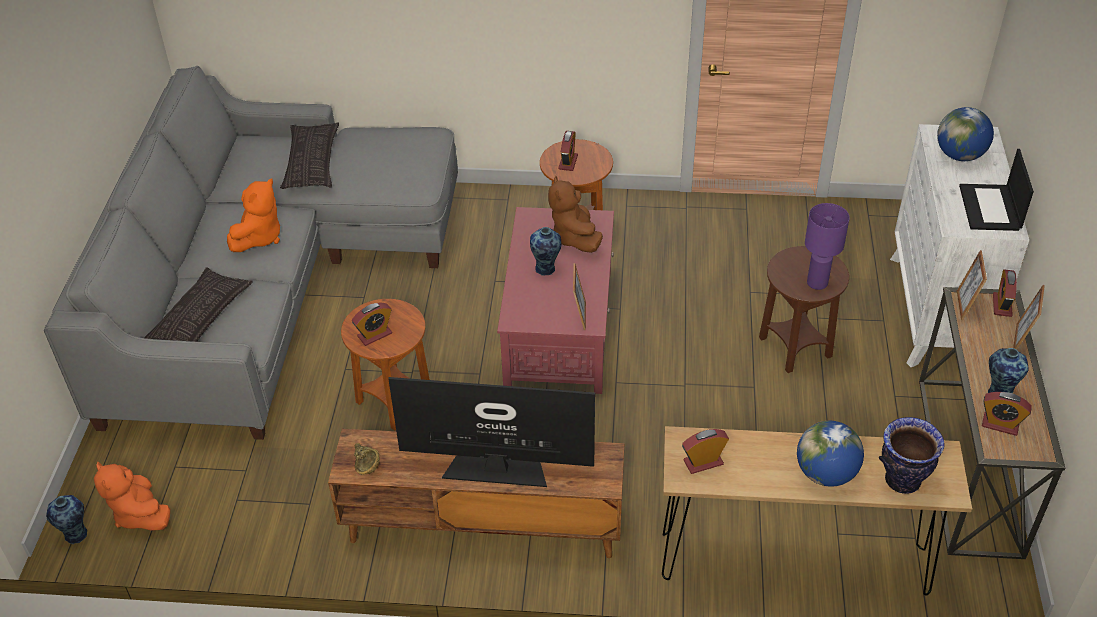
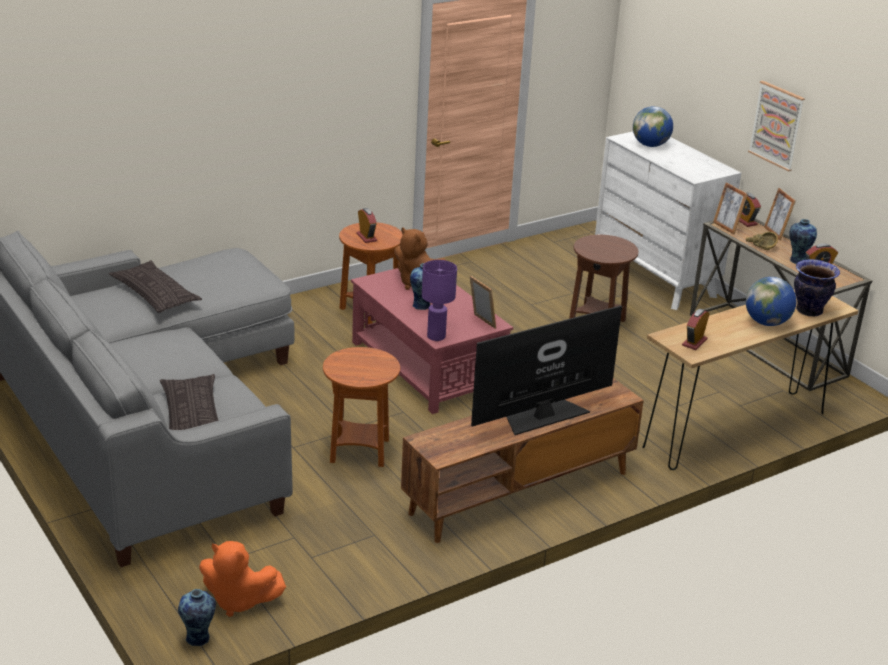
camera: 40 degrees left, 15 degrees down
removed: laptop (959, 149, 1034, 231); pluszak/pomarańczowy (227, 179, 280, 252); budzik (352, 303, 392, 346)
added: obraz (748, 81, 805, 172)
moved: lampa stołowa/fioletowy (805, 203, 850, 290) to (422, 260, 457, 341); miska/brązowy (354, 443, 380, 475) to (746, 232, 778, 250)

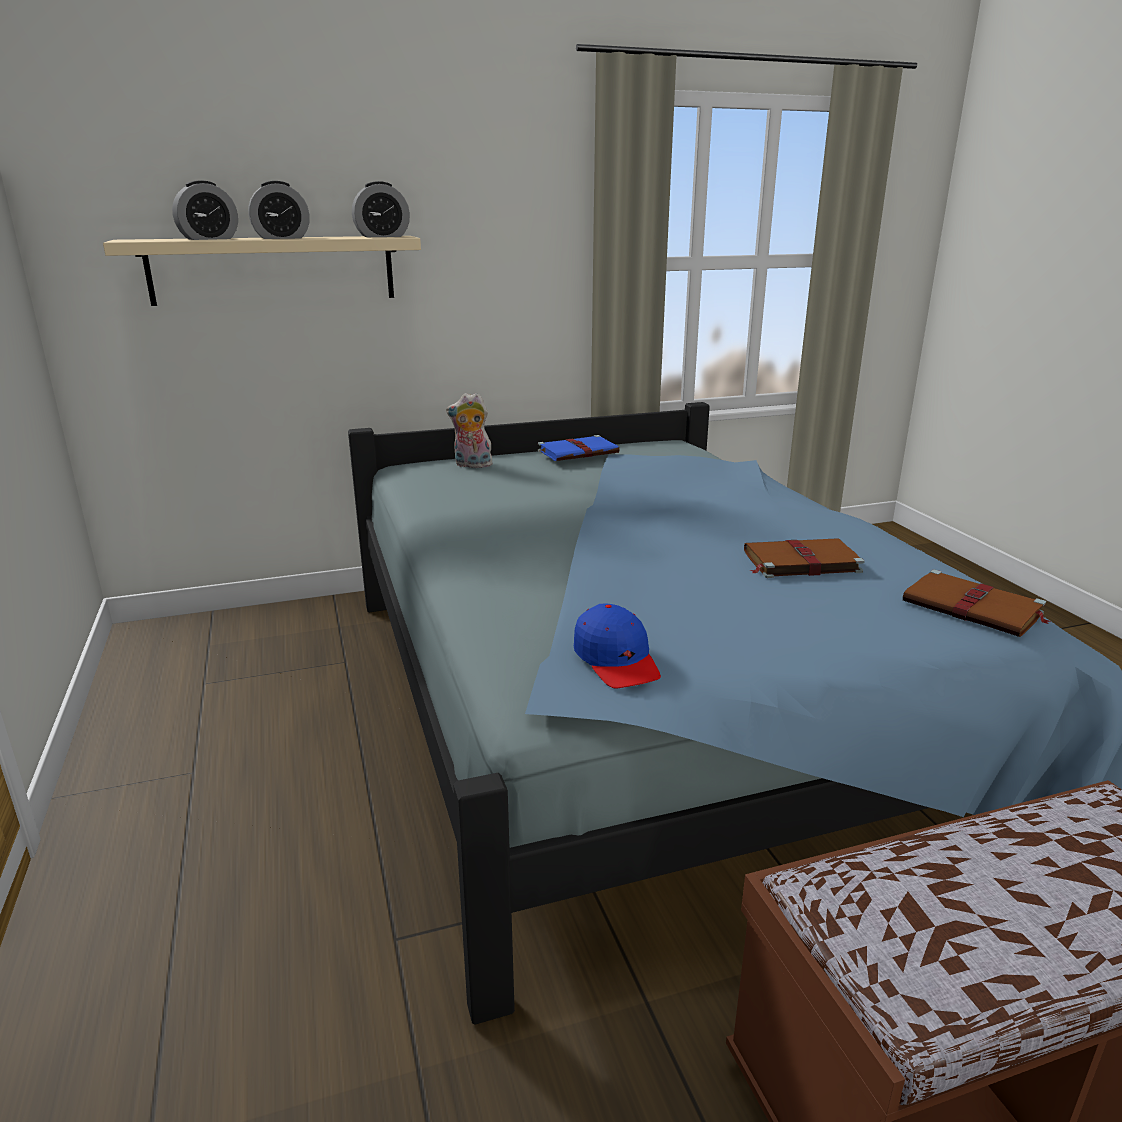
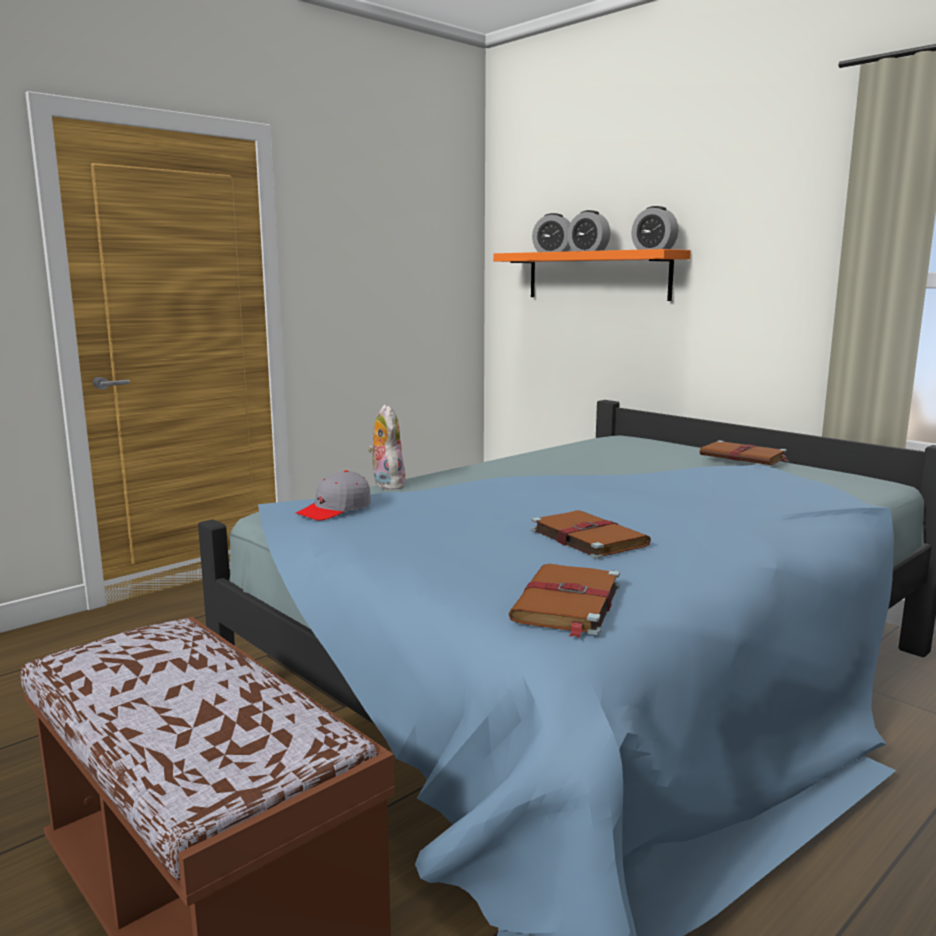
camera: 65 degrees right, 10 degrees down
moved: pluszak (446, 393, 493, 468) to (368, 405, 405, 490)
recoloured: półka/beżowy (103, 236, 421, 306) to półka/pomarańczowy (493, 249, 691, 301); książka/niebieski (538, 435, 619, 461) to książka/brązowy (700, 440, 788, 465); czapka z daszkiem/niebieski (574, 604, 661, 688) to czapka z daszkiem/szary (296, 470, 371, 521)

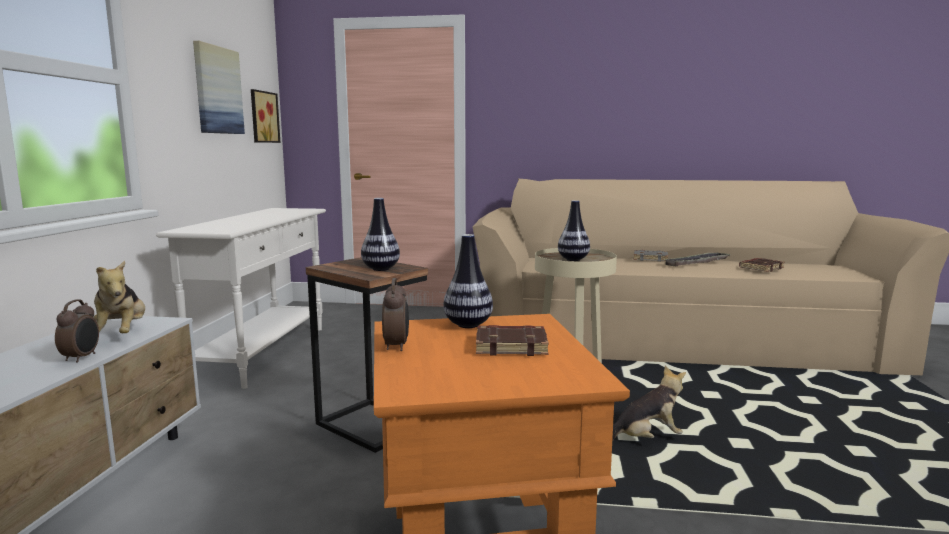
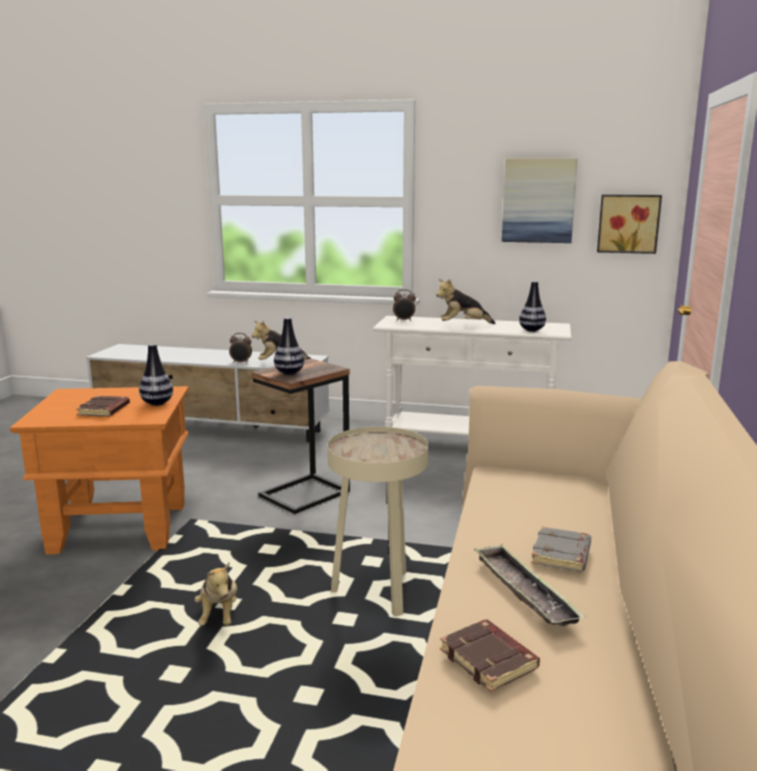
camera: 95 degrees right, 5 degrees up
added: pluszak (436, 279, 495, 324)
moved: wazon (558, 200, 590, 261) to (519, 281, 546, 332); budzik (382, 278, 409, 351) to (393, 289, 416, 321)

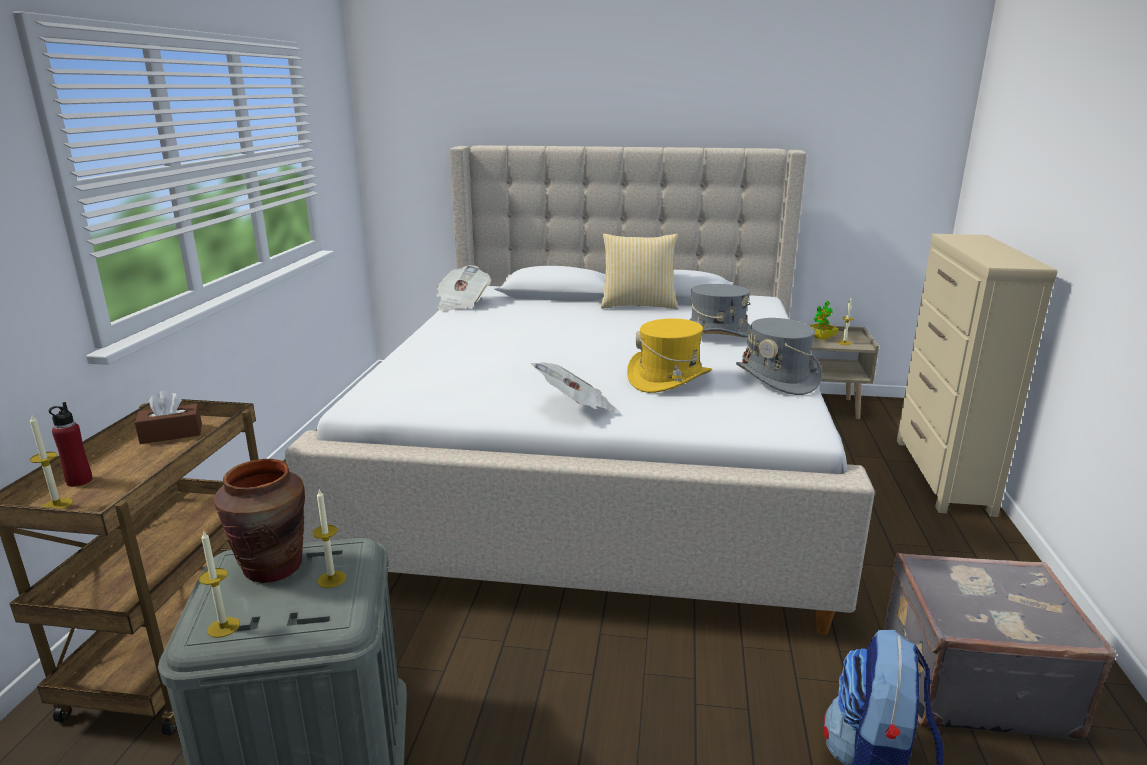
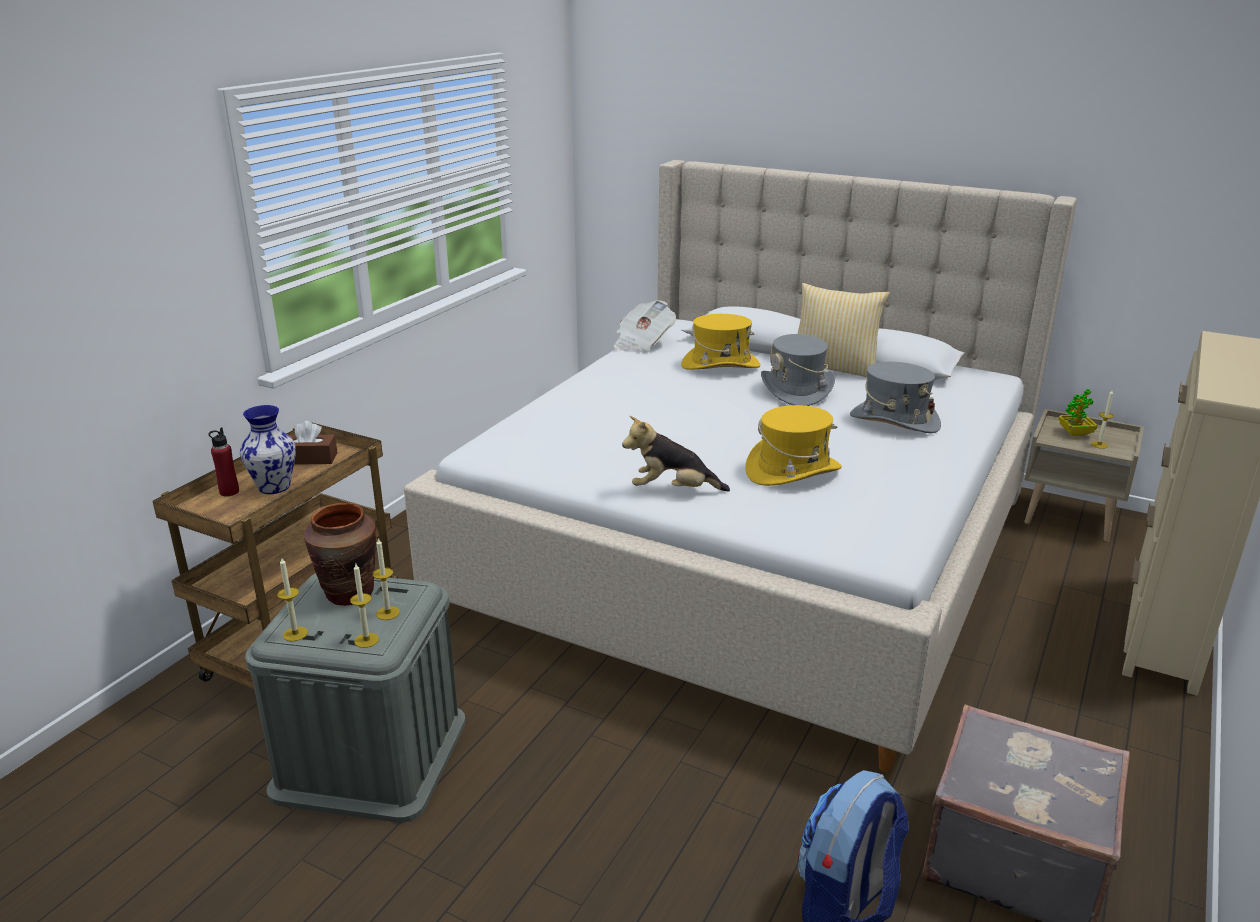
camera: 20 degrees right, 5 degrees up
added: kapelusz/żółty (681, 314, 761, 370); wazon (240, 405, 296, 494)
moved: kapelusz/szary (736, 318, 822, 395) to (761, 334, 835, 406); świeca (30, 414, 73, 509) to (350, 564, 379, 648)
replaced: gazeta (531, 362, 620, 412) to pluszak (622, 416, 730, 491)

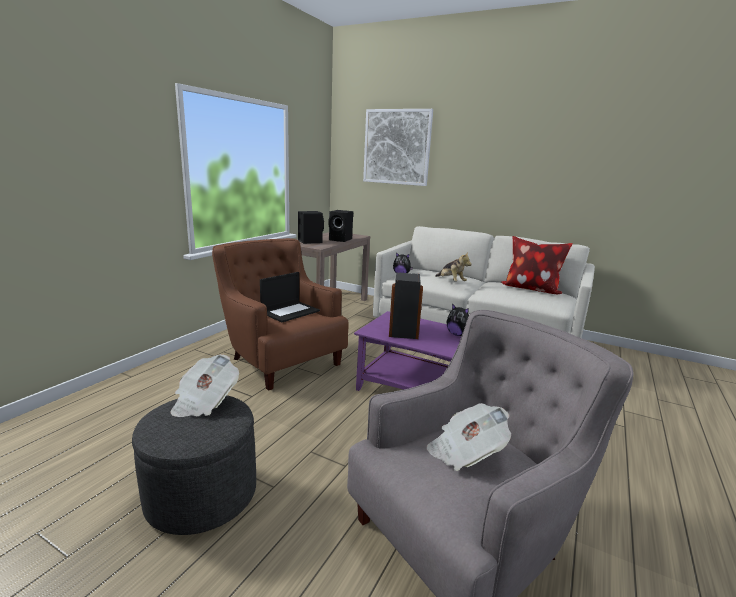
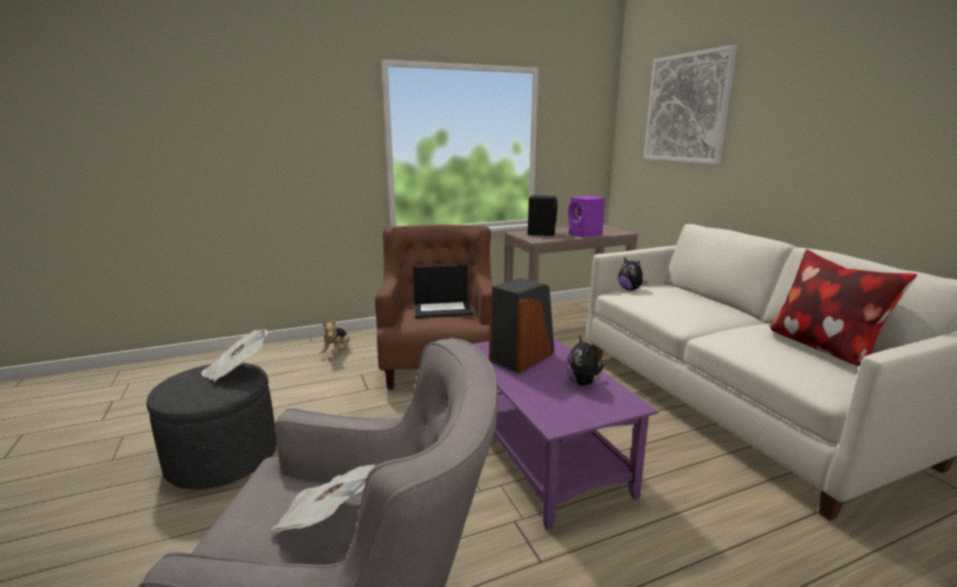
camera: 40 degrees right, 0 degrees up
moved: pluszak (435, 252, 472, 281) to (321, 320, 350, 355)
recoloured: głośnik/czarny (329, 210, 353, 242) to głośnik/fioletowy (568, 196, 605, 238)

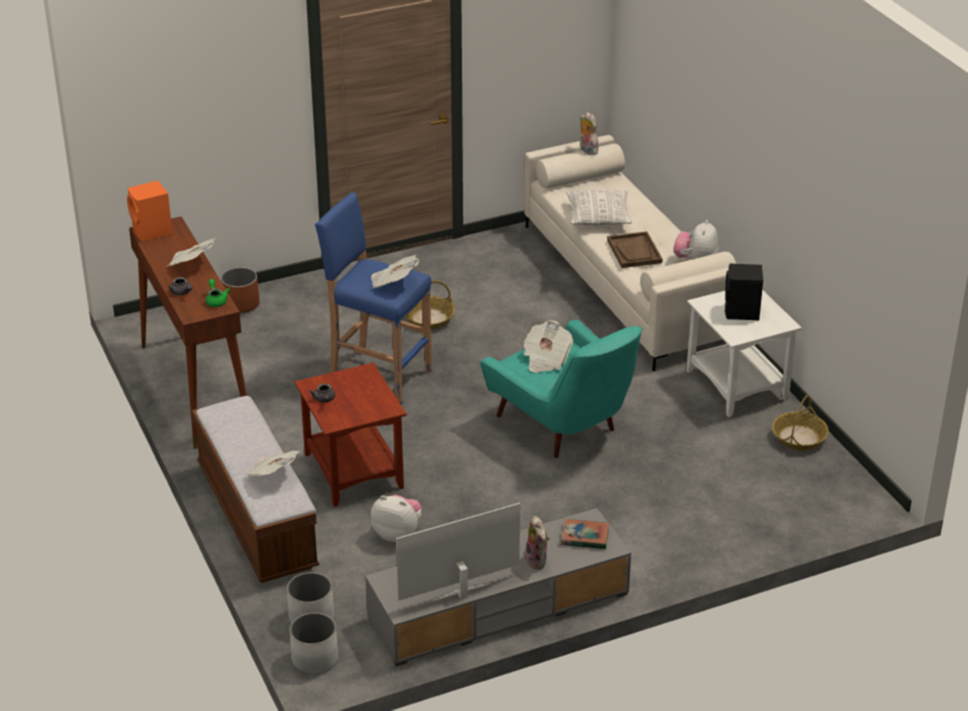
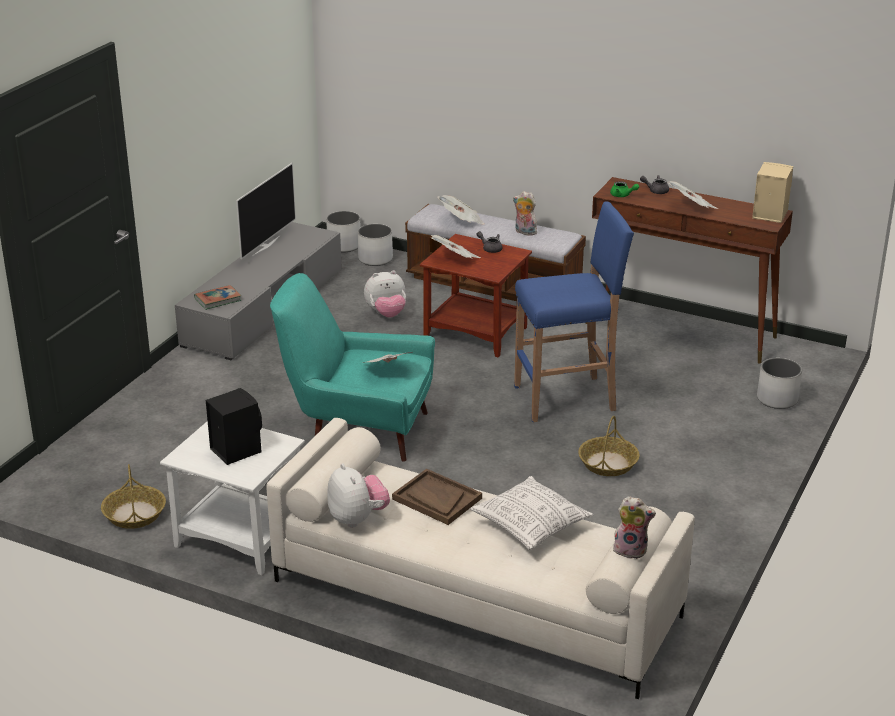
camera: 140 degrees right, 5 degrees down
moved: gazeta (371, 255, 419, 288) to (431, 235, 481, 259); pluszak (525, 516, 550, 569) to (513, 191, 537, 236)
recoloured: głośnik/pomarańczowy (127, 181, 173, 242) to głośnik/beżowy (752, 162, 793, 223); donica/brązowy (221, 267, 259, 314) to donica/biały (757, 358, 802, 409)

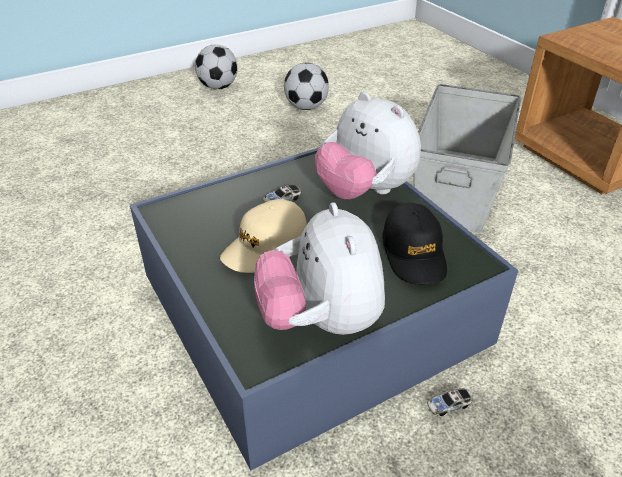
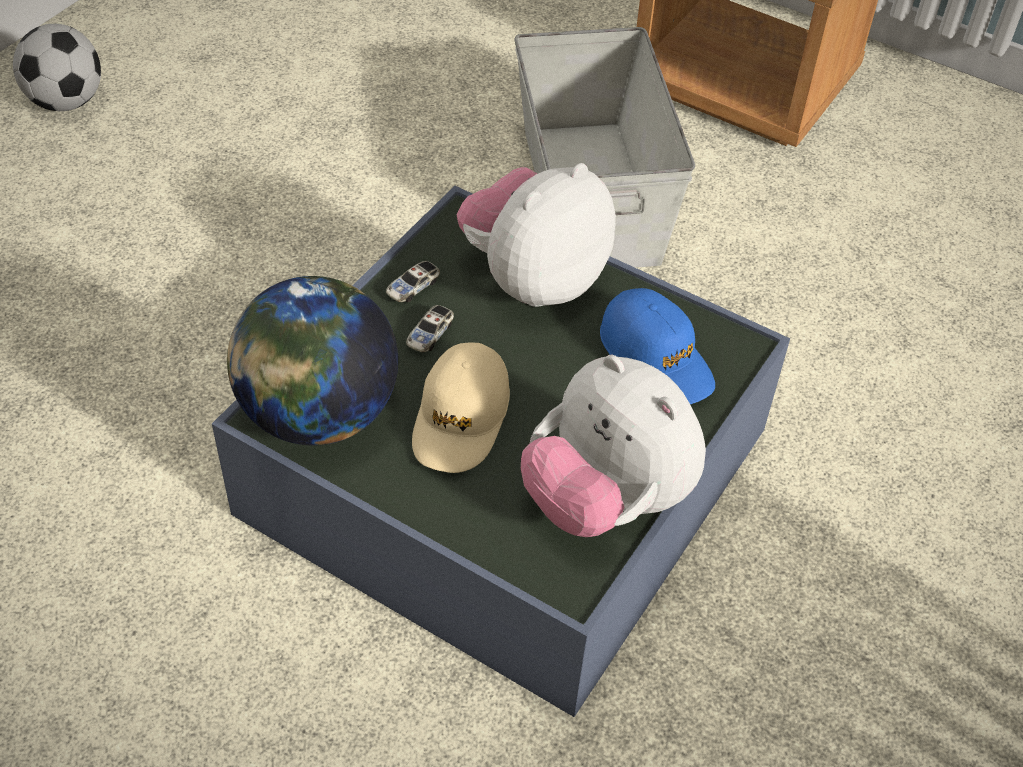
camera: 30 degrees left, 10 degrees up
removed: piłka futbolowa (284, 63, 329, 110)
added: globus (227, 276, 398, 446)
moved: samochodzik (427, 388, 473, 416) to (386, 261, 440, 302)
recoloured: czapka z daszkiem/czarny (382, 202, 447, 284) to czapka z daszkiem/niebieski (600, 288, 715, 404)
turned: pluszak (315, 92, 421, 199) = (456, 163, 616, 307) 120 degrees clockwise

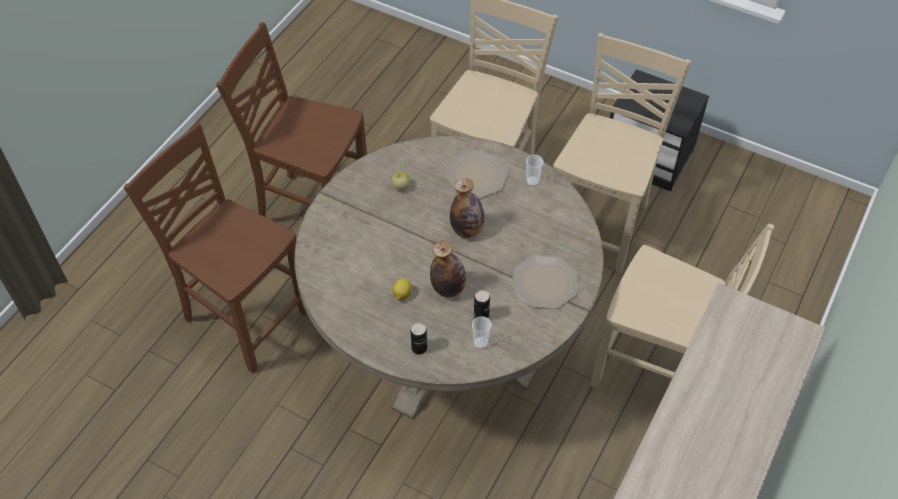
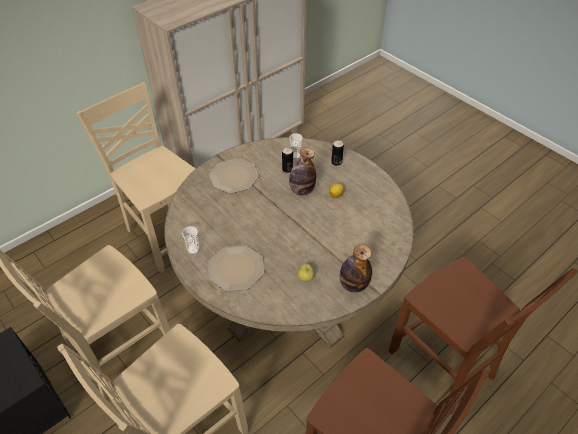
camera: 160 degrees left, 5 degrees down
moved: butelka (450, 178, 484, 238) to (340, 244, 372, 293)

